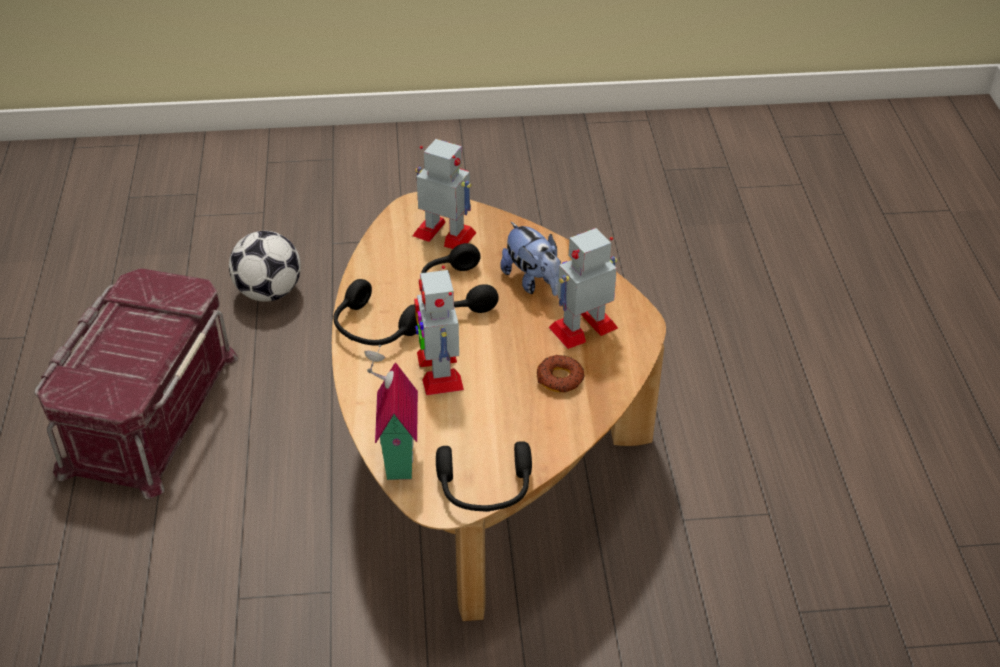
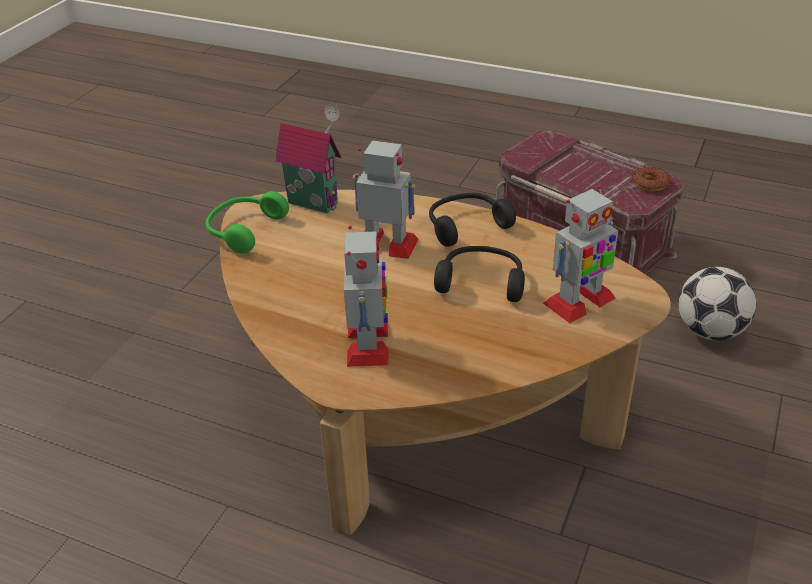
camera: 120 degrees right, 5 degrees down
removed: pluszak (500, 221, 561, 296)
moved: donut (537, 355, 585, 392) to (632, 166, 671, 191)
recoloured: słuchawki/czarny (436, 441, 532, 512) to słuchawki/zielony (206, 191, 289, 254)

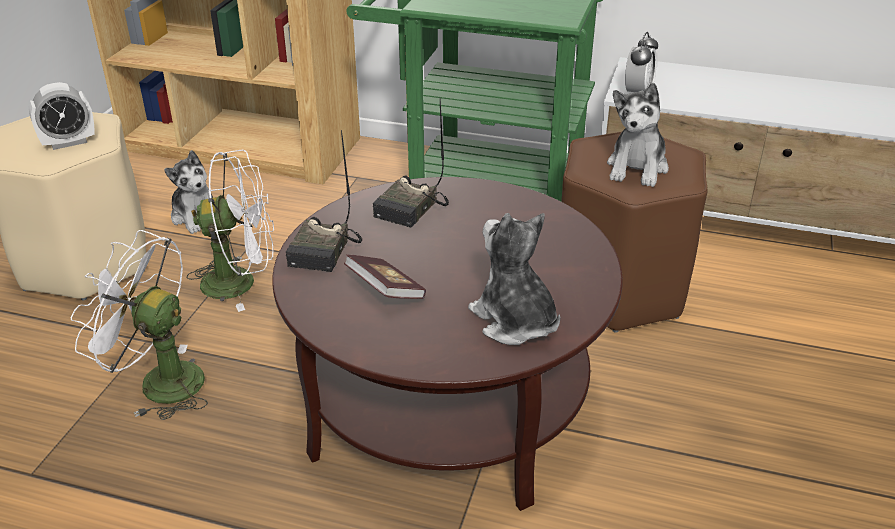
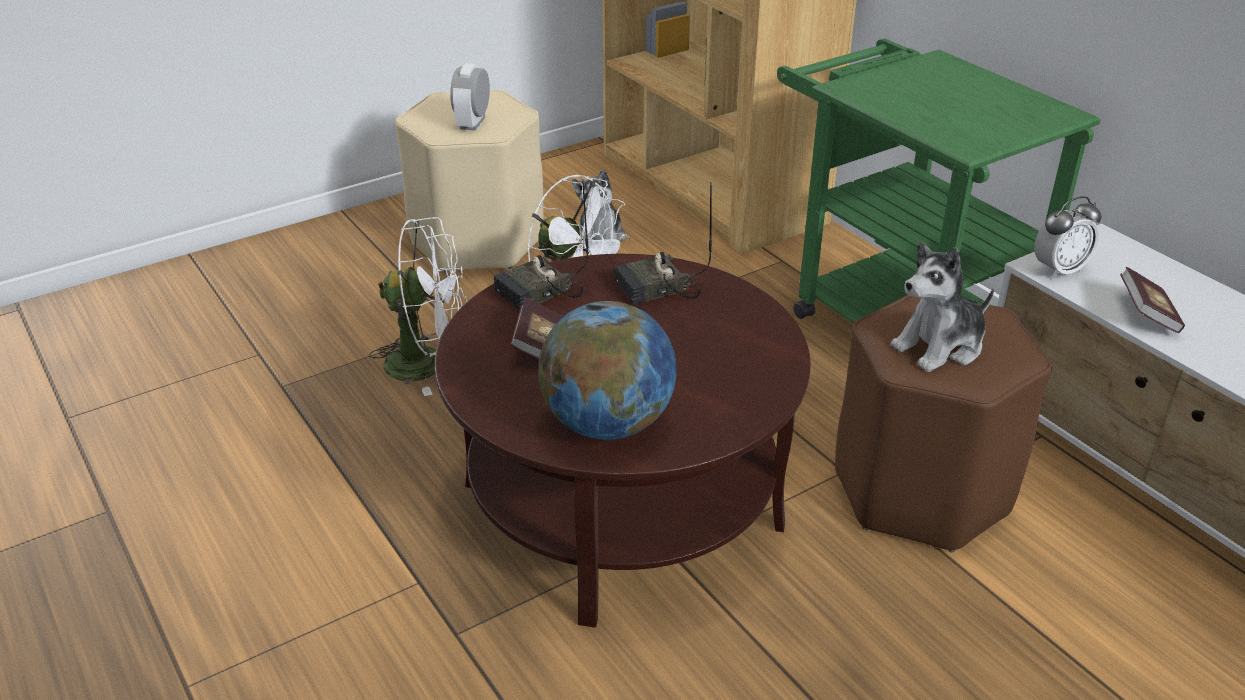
camera: 40 degrees right, 0 degrees up
added: książka (1120, 267, 1185, 333)
replaced: pluszak (468, 213, 560, 345) to globus (538, 301, 677, 439)
turned: budzik (29, 82, 95, 150) = (450, 63, 490, 131) 90 degrees clockwise; wentylator/biały (71, 230, 208, 420) = (369, 217, 467, 396) 120 degrees clockwise

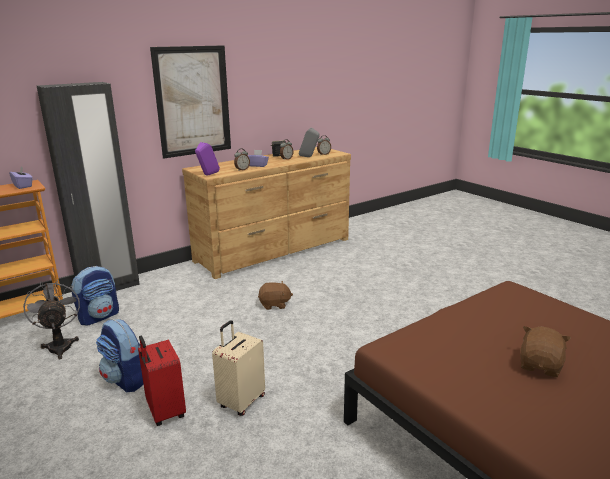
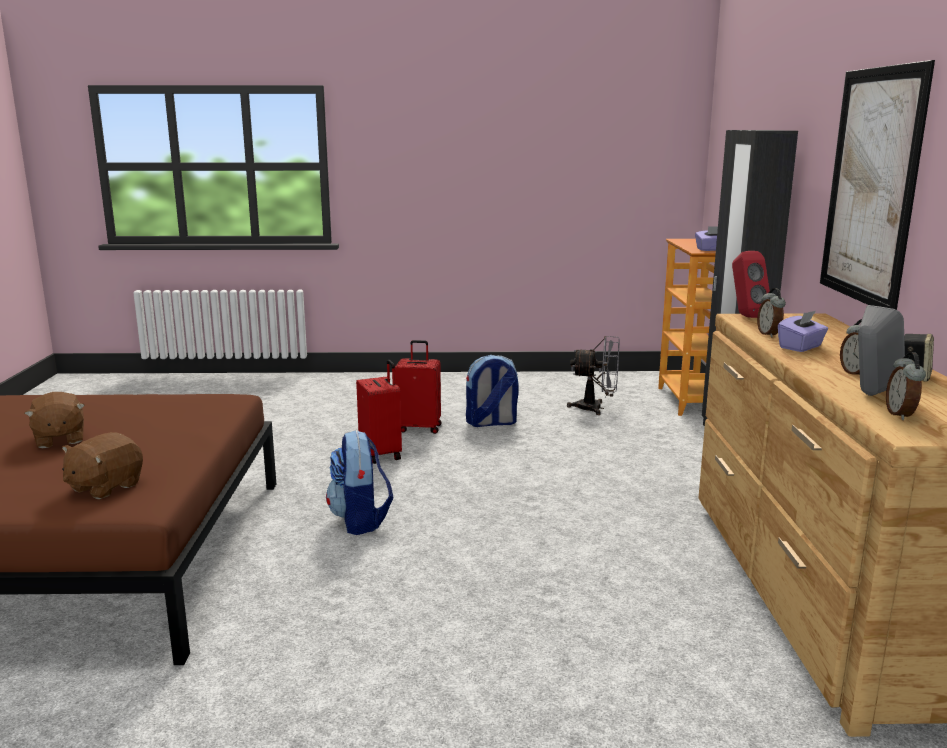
camera: 125 degrees right, 5 degrees down
moved: plecak (72, 266, 119, 325) to (326, 430, 393, 535); pluszak/brązowy (258, 281, 293, 310) to (62, 432, 143, 499)
recoloured: głośnik/fioletowy (195, 142, 220, 176) to głośnik/czerwony (732, 251, 770, 318); walizka/beżowy (212, 320, 265, 416) to walizka/czerwony (356, 360, 402, 464)

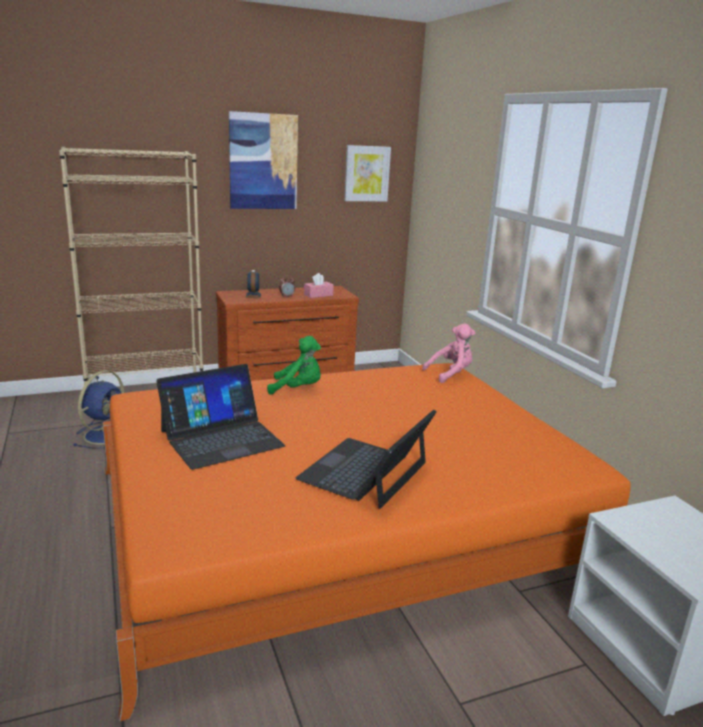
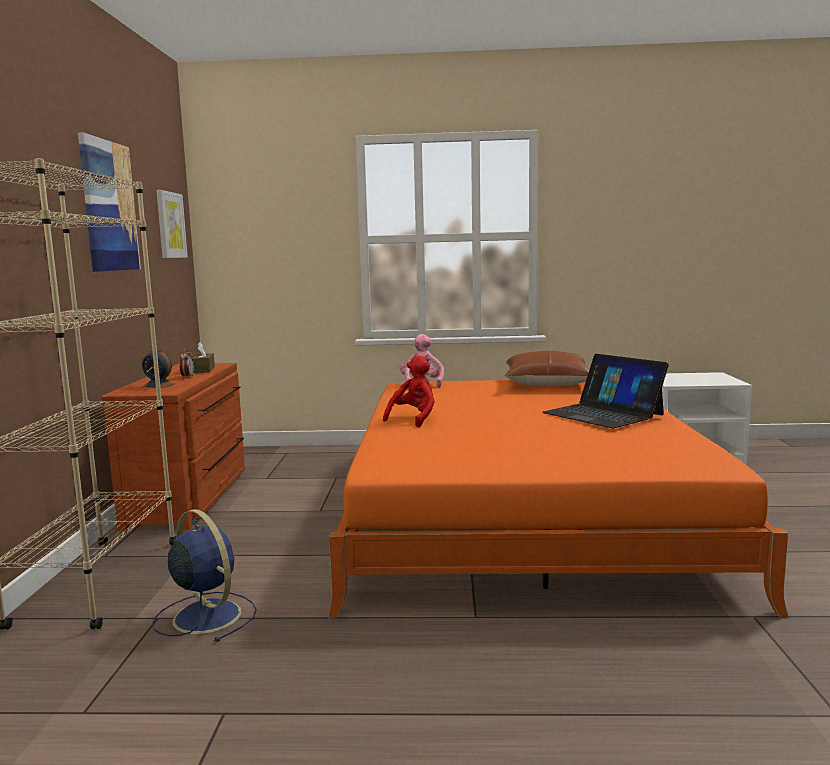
camera: 65 degrees left, 10 degrees down
removed: laptop (156, 364, 285, 470)
added: poduszka/brązowy (505, 351, 589, 386)
recoloured: pudełko chusteczek/różowy (304, 273, 334, 298) to pudełko chusteczek/brązowy (192, 342, 215, 373); pluszak/zielony (267, 336, 321, 395) to pluszak/czerwony (383, 356, 435, 427)

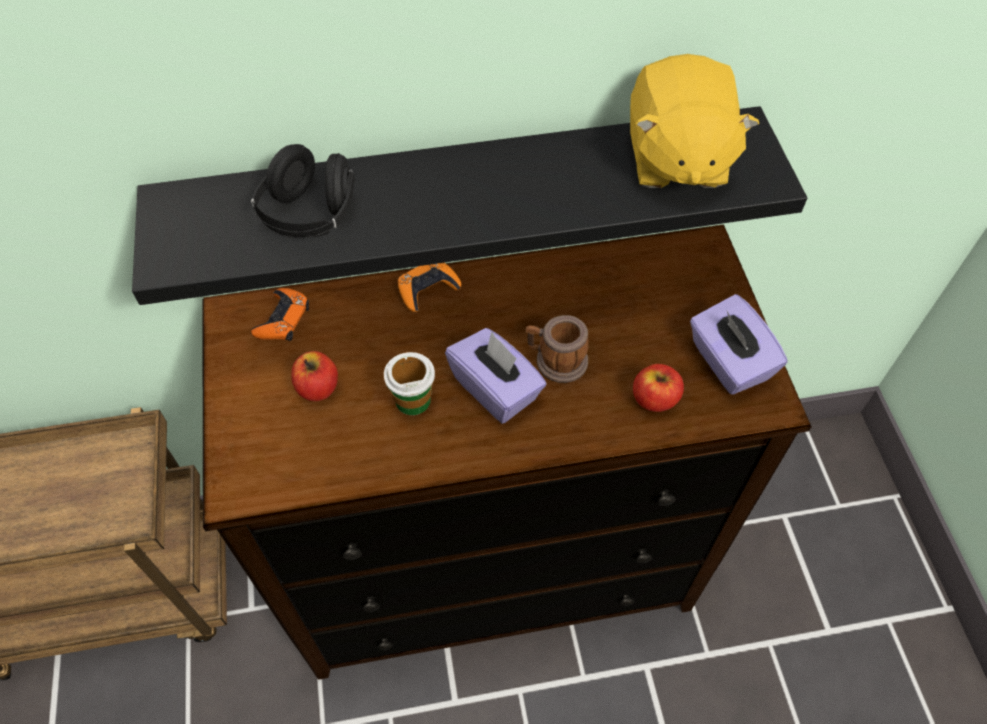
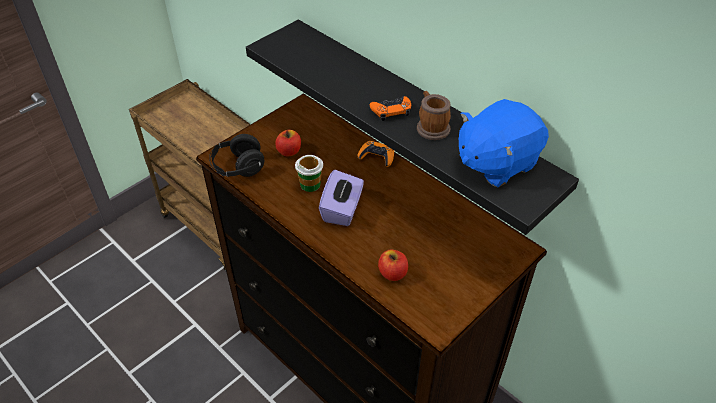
camera: 55 degrees right, 10 degrees down
removed: pudełko chusteczek/fioletowy (690, 294, 788, 394)
moved: słuchawki/czarny (251, 144, 355, 238) to (209, 134, 264, 177); pad do gier/pomarańczowy (251, 288, 309, 341) to (370, 96, 411, 121); kubek (525, 315, 589, 383) to (417, 91, 451, 140)
recoloured: pluszak/żółty (630, 54, 759, 188) to pluszak/niebieski (459, 99, 549, 187)

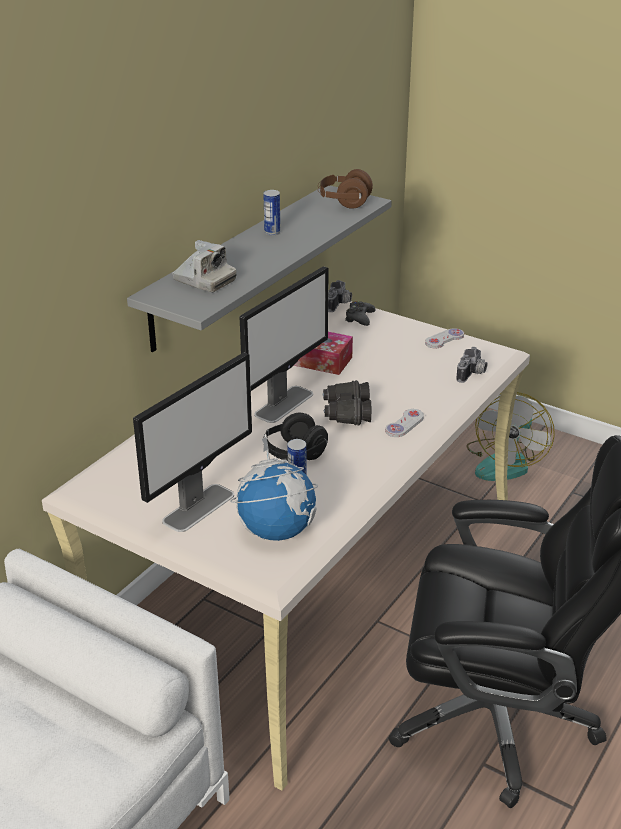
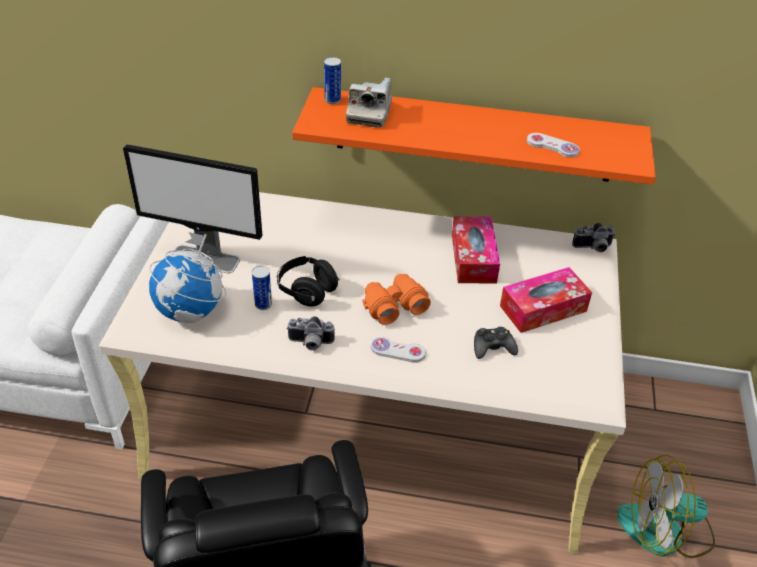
camera: 65 degrees right, 10 degrees up
removed: słuchawki/brązowy (318, 169, 373, 209); monitor (240, 266, 329, 423)
added: pudełko chusteczek (500, 267, 592, 333)
moved: puszka (263, 190, 280, 235) to (324, 57, 341, 104); pad do gier/czarny (345, 301, 376, 326) to (474, 327, 518, 359); pad do gier/biały (425, 328, 464, 348) to (527, 133, 580, 158); aparat fotograficzny (456, 347, 488, 383) to (286, 316, 335, 351)
recoloured: półka/szary (127, 186, 392, 352) to półka/pomarańczowy (292, 87, 656, 185); lornetka/czarny (322, 380, 371, 426) to lornetka/pomarańczowy (362, 274, 431, 325)

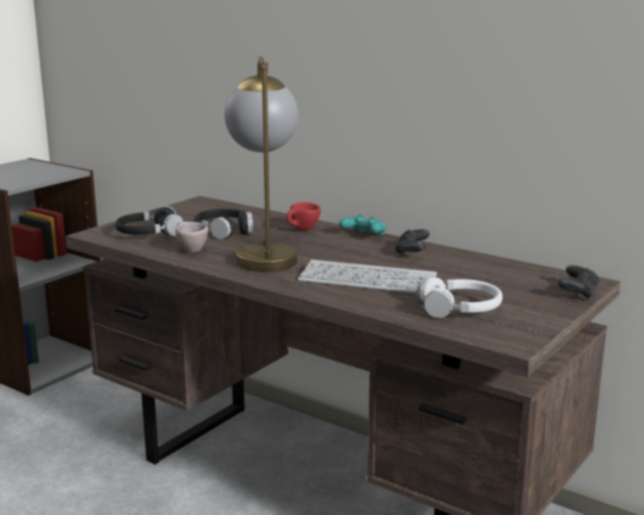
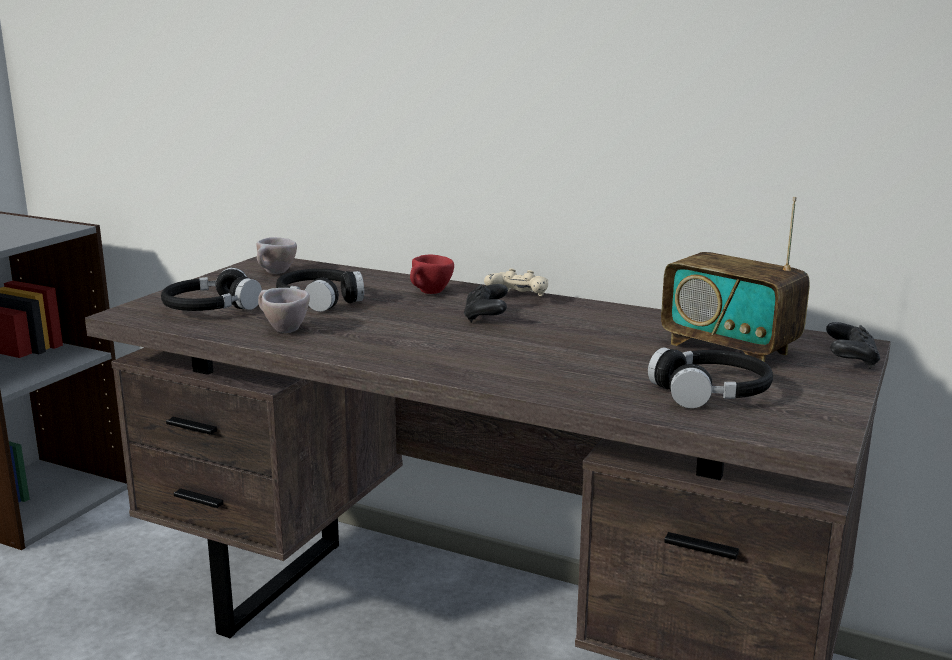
camera: 10 degrees left, 0 degrees up
removed: lampa stołowa (224, 57, 298, 272); klawiatura (298, 260, 437, 294)
added: radio (661, 197, 810, 362); filiżanka/beżowy (257, 237, 297, 274)
moved: pad do gier/czarny (395, 229, 430, 256) to (464, 284, 508, 323)
recoloured: pad do gier/turkusowy (339, 215, 386, 236) to pad do gier/beżowy (484, 268, 548, 296); słuchawki/biały (417, 276, 503, 318) to słuchawki/czarny (648, 348, 773, 408)

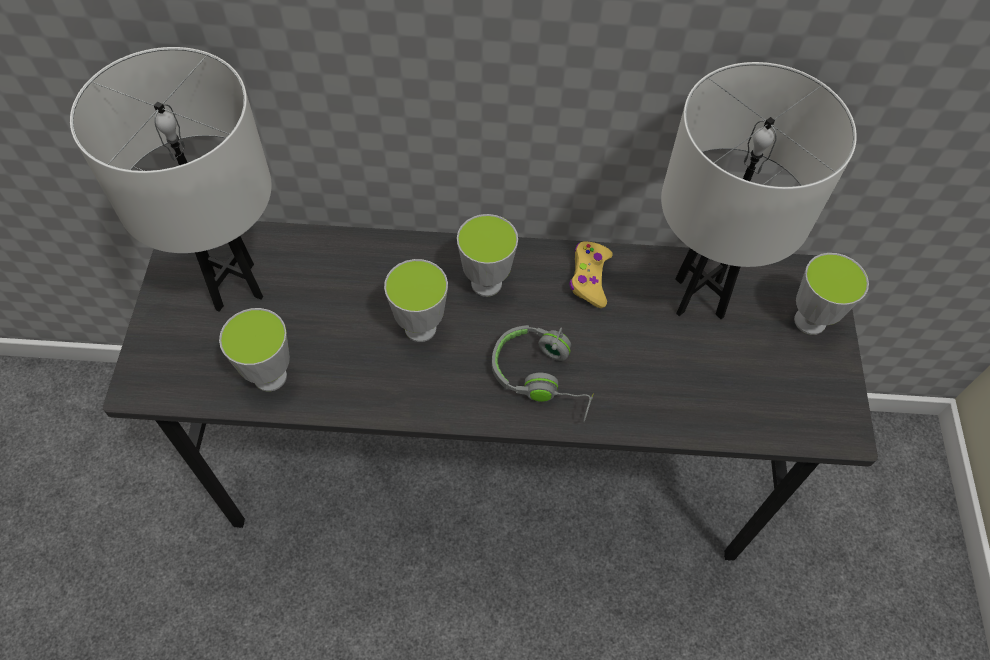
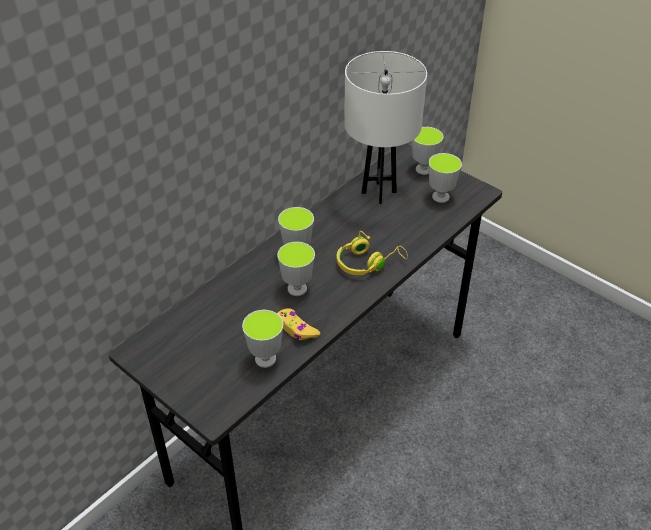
camera: 50 degrees left, 15 degrees down
removed: lampa stołowa/biały (70, 47, 272, 312)
added: filiżanka (428, 153, 462, 203)
moved: pad do gier/żółty (569, 242, 613, 308) to (277, 308, 320, 340)
recoloured: słuchawki/szary (492, 325, 594, 422) to słuchawki/żółty (337, 231, 408, 275)

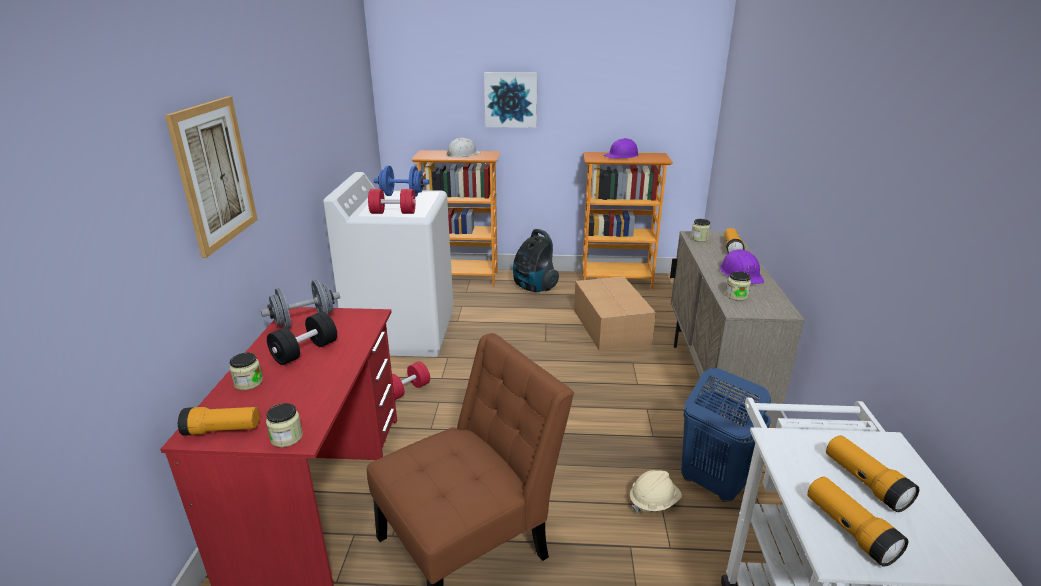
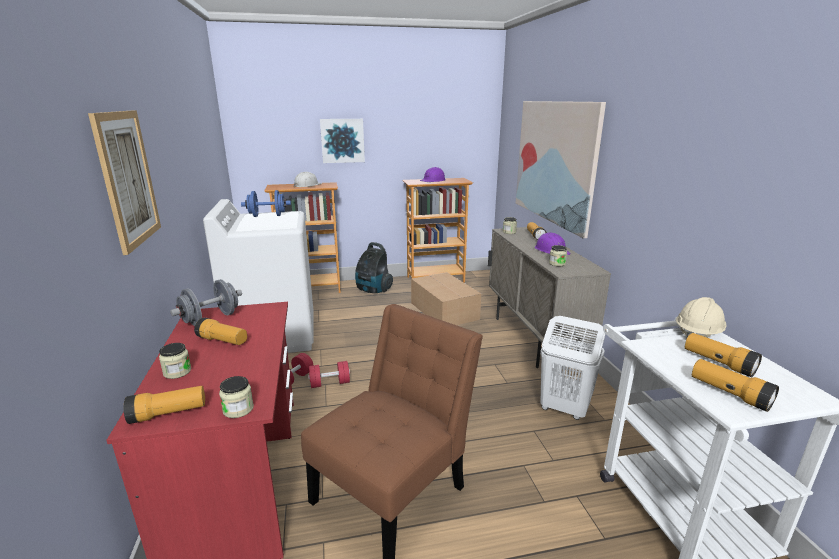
camera: 15 degrees left, 5 degrees down
added: obraz (516, 101, 606, 238)
moved: hantel/czerwony (368, 189, 415, 214) to (308, 361, 350, 388); kask/beżowy (630, 470, 682, 513) to (676, 297, 727, 339)
replaced: hantel/czarny (267, 312, 337, 365) to latarka (194, 318, 247, 345)
recoloured: kosz na pranie/niebieski (681, 368, 771, 502) to kosz na pranie/biały (540, 316, 605, 420)

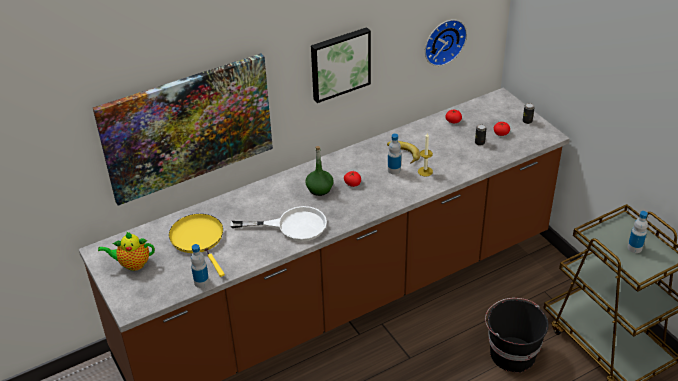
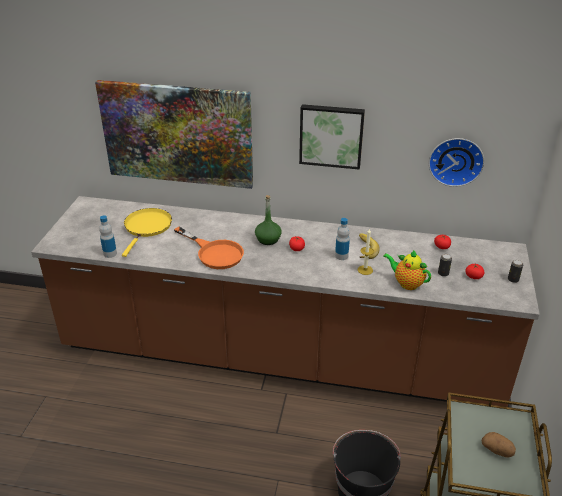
camera: 40 degrees right, 5 degrees down
moved: imbryk (98, 232, 155, 271) to (383, 250, 431, 290)
replaced: butelka (627, 211, 648, 253) to ziemniak (482, 432, 516, 457)
recoloured: patelnia/biały (230, 206, 327, 242) to patelnia/pomarańczowy (174, 227, 244, 269)

